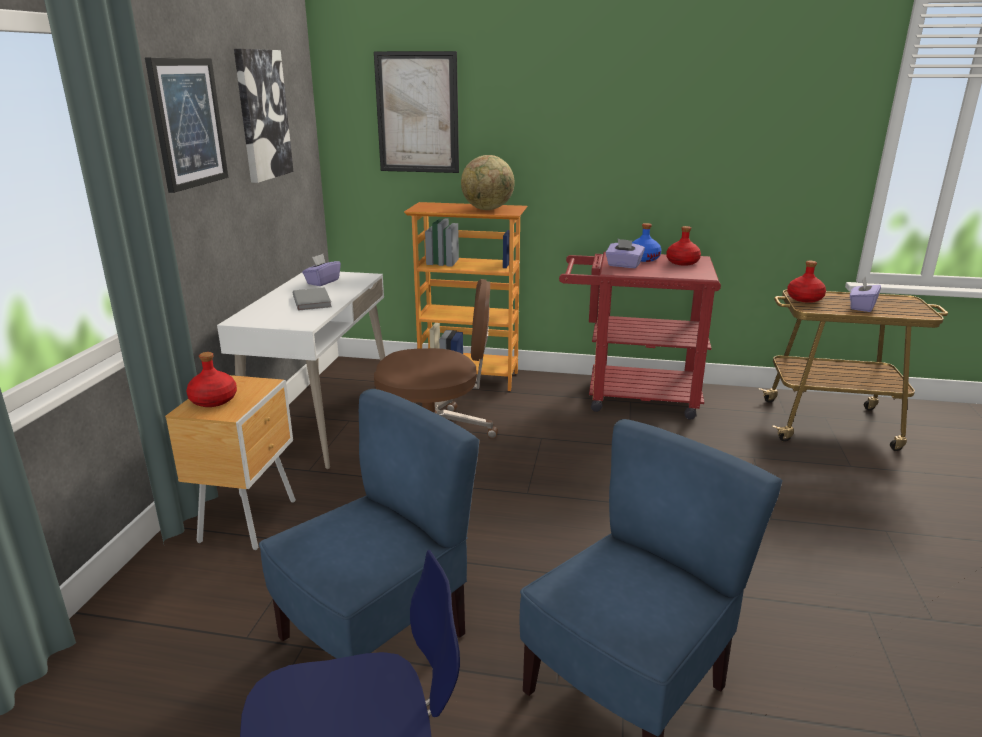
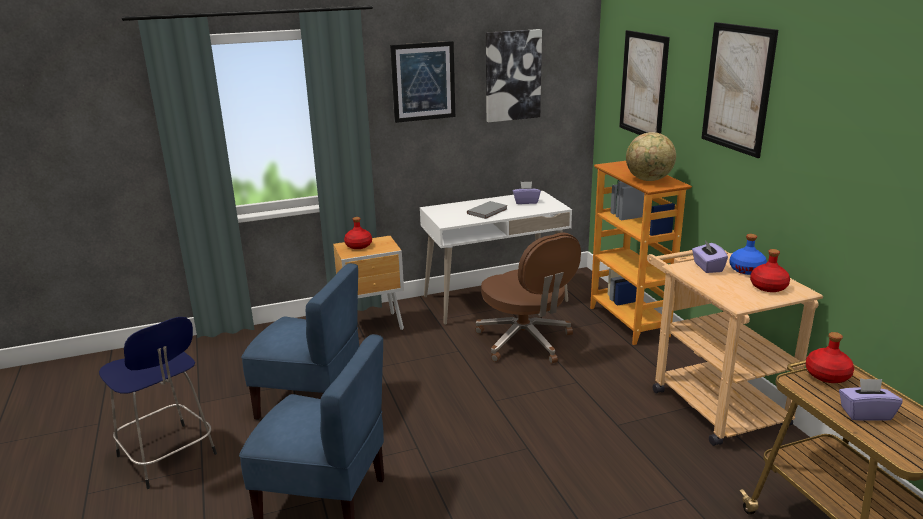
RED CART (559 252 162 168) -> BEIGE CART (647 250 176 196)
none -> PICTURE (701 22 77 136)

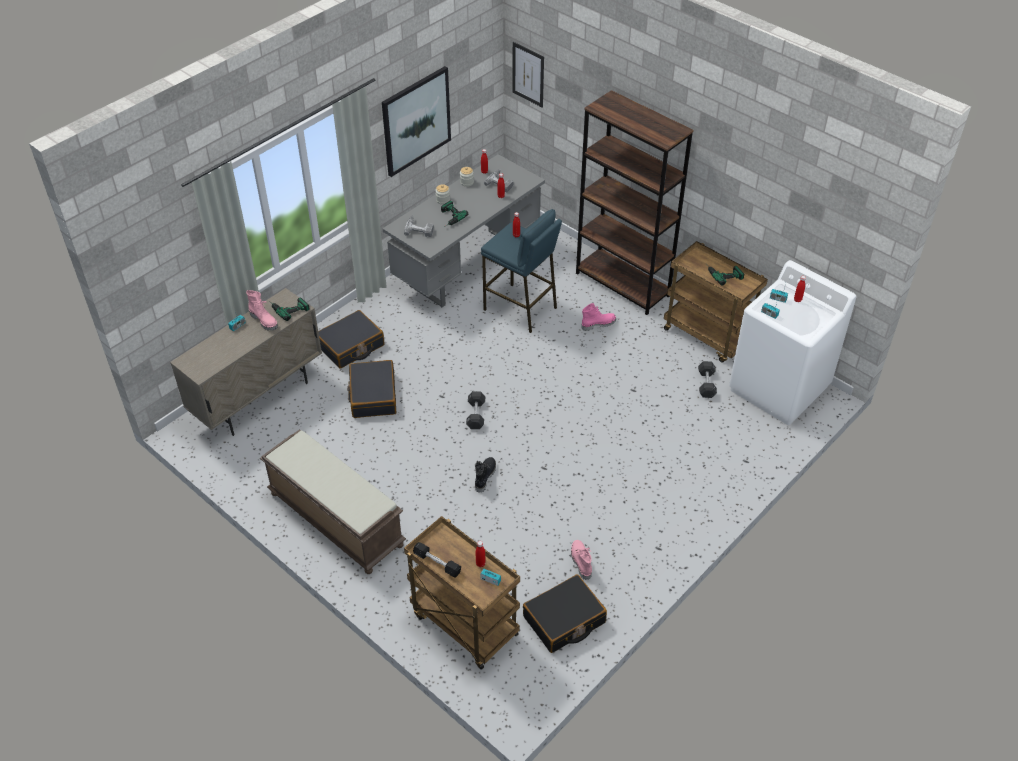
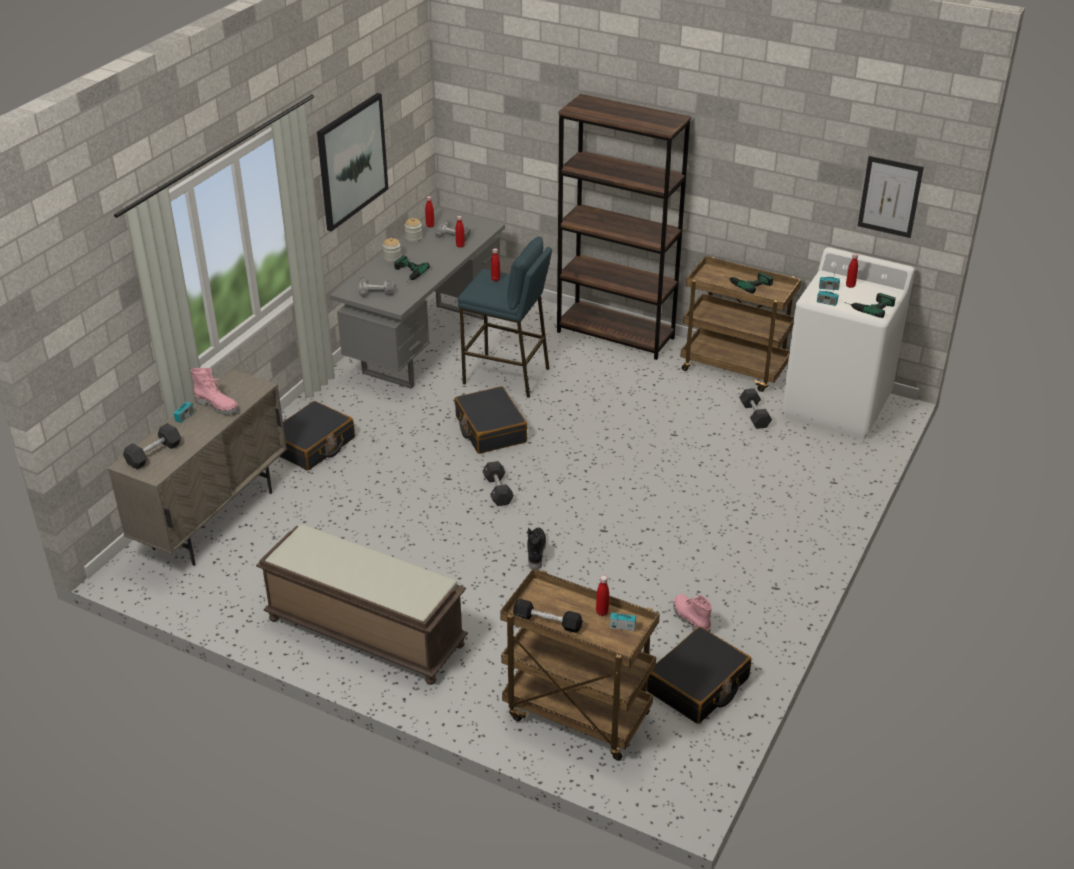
POWER DRILL (269 298 41 23) -> POWER DRILL (844 293 52 25), relocated
BLACK SUITCASE (347 360 49 58) -> BLACK SUITCASE (454 386 74 68), relocated
PICTURE (513 42 31 65) -> PICTURE (858 156 66 82), relocated
PINK BOOT (581 303 35 28) -> none
none -> BLACK DUMBBELL (123 423 58 46)

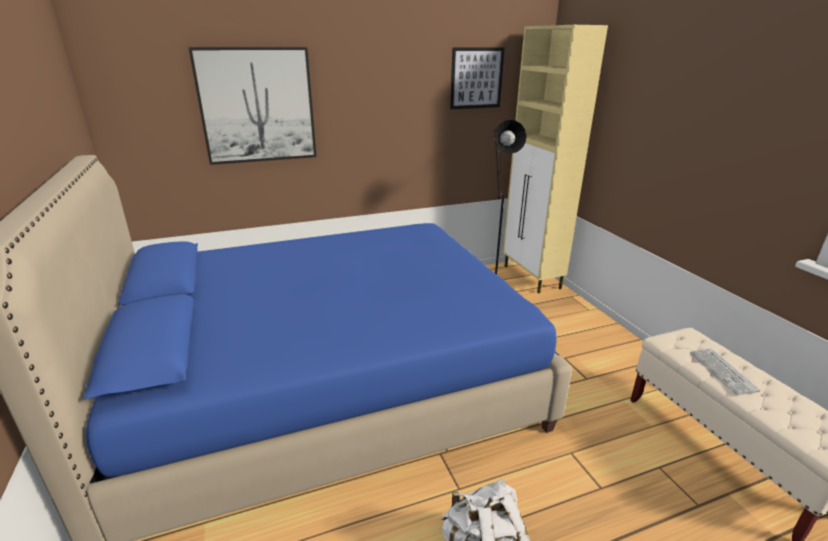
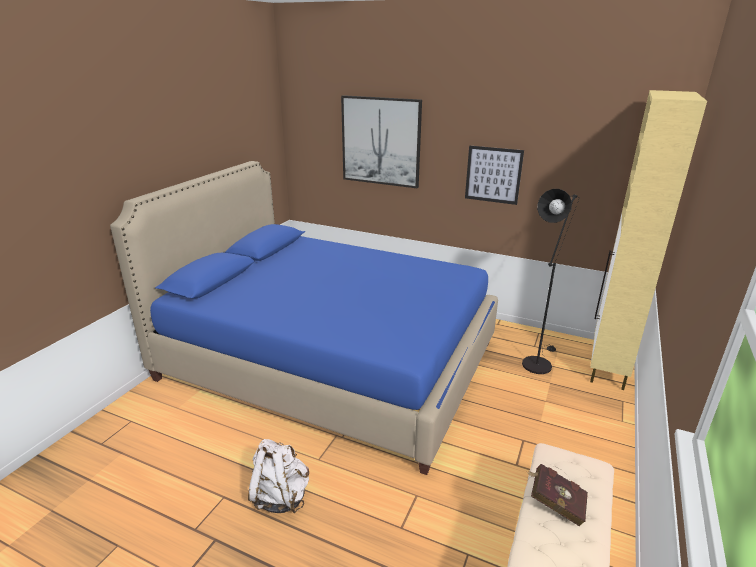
PICTURE (450 48 55 61) -> PICTURE (465 146 59 59), relocated
KEYBOARD (690 348 71 47) -> RED BOOK (526 464 62 63)

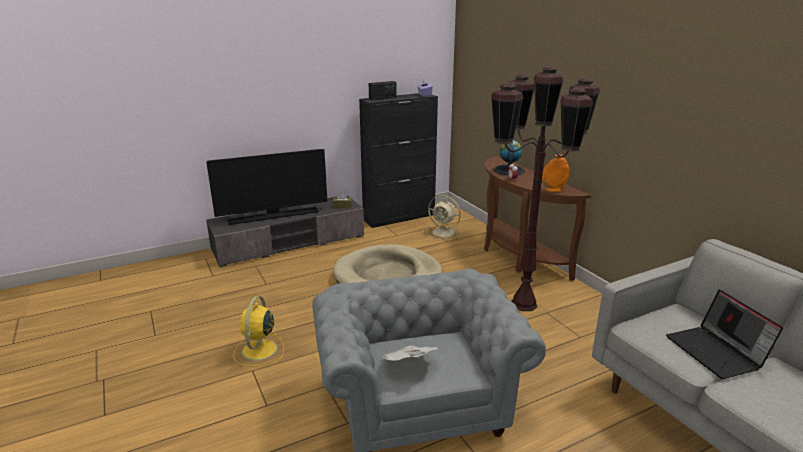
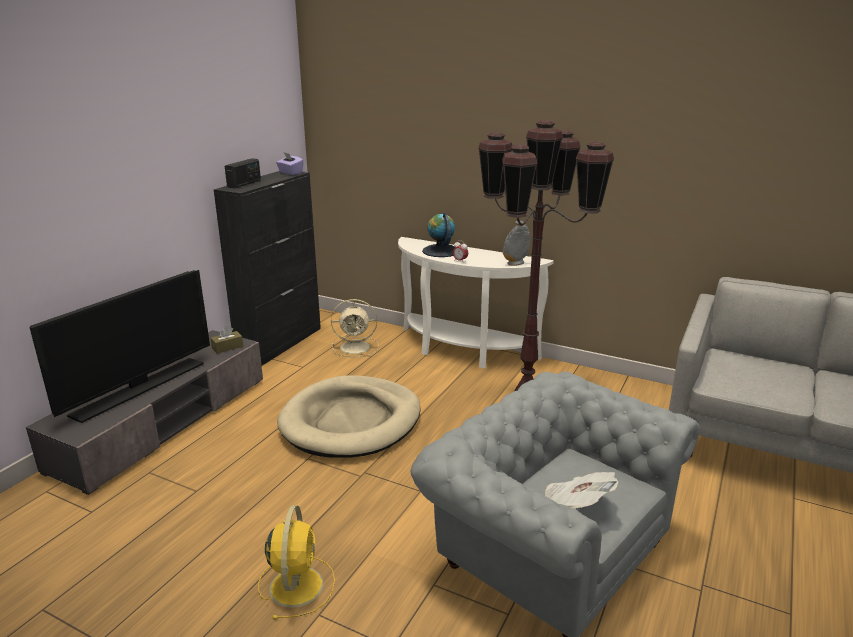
YELLOW FAN (233 296 51 70) -> YELLOW FAN (258 505 77 115), 150 degrees counterclockwise
BROWN CONSOLE TABLE (484 156 107 125) -> WHITE CONSOLE TABLE (398 237 156 132)
ORANGE VASE (542 154 27 38) -> GREY VASE (503 221 27 45)
LAPTOP (666 289 117 90) -> none

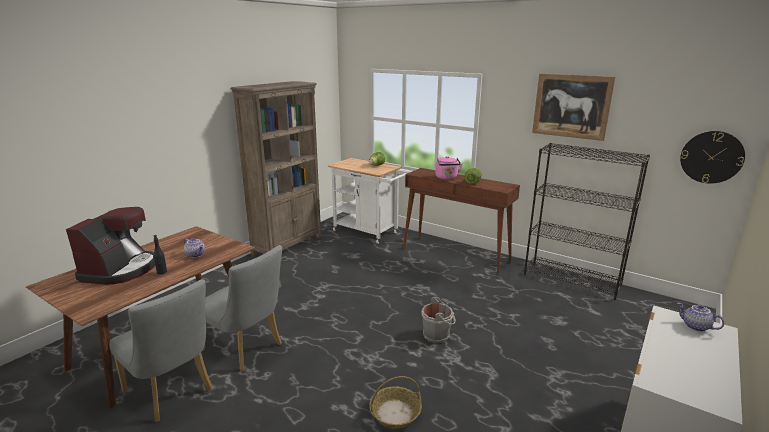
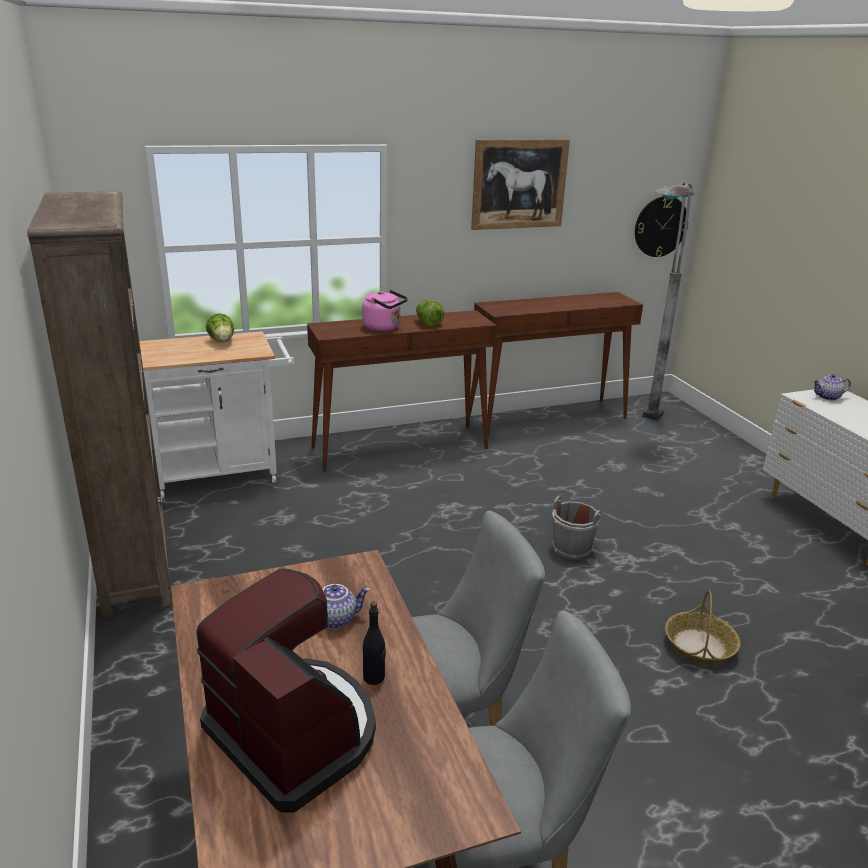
BLACK BOOKCASE (524 143 126 157) -> BROWN CONSOLE TABLE (470 292 173 145)
none -> GREY FLOOR LAMP (643 182 52 238)

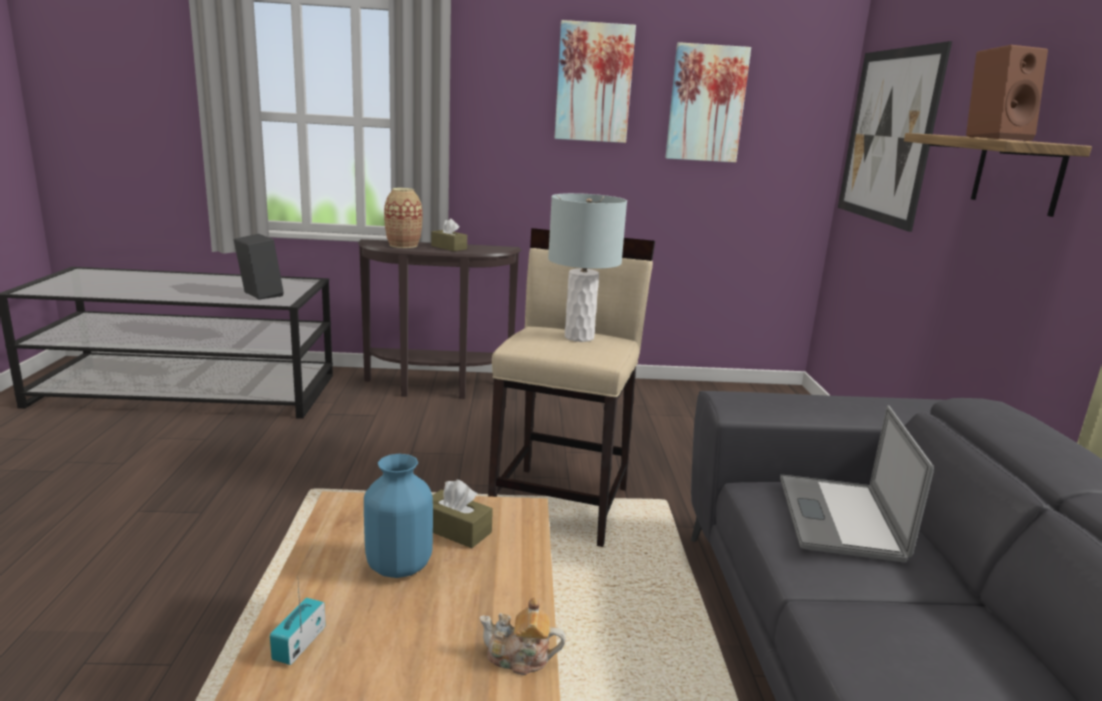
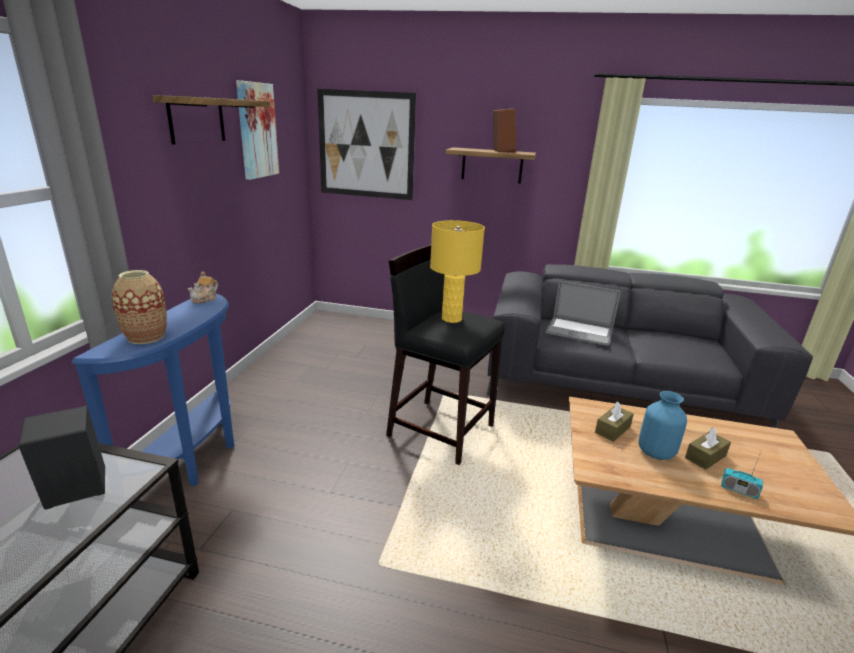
BROWN CONSOLE TABLE (358 239 163 160) -> BLUE CONSOLE TABLE (71 294 163 192)
BROWN TISSUE BOX (431 218 36 33) -> BROWN TISSUE BOX (685 427 46 43), relocated
TEAPOT (479 597 87 78) -> TEAPOT (188 271 30 32), relocated
BEIGE STOOL (488 228 167 319) -> BLACK STOOL (386 244 119 221)
GREY TABLE LAMP (548 193 79 149) -> YELLOW TABLE LAMP (430 220 55 103)
PICTURE (555 20 81 123) -> SHELF (152 95 118 50)

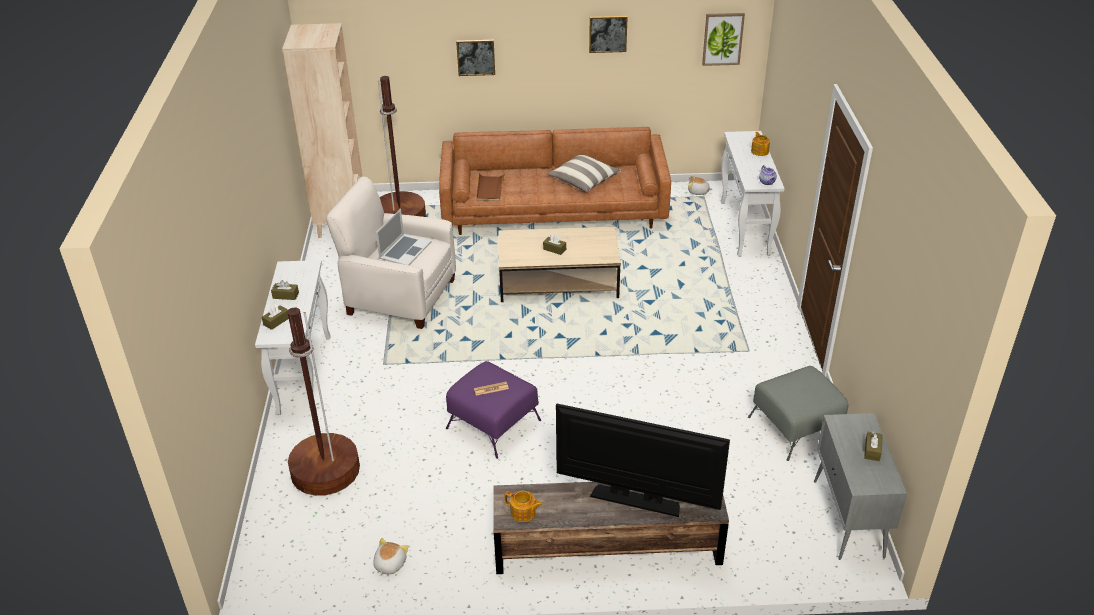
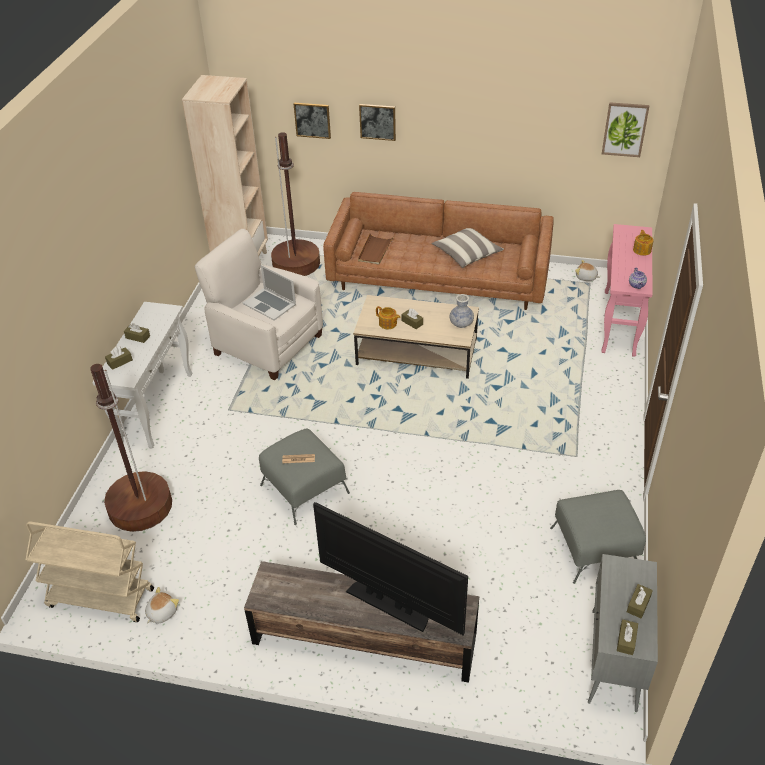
LAPTOP (376 209 56 56) -> LAPTOP (243 265 53 56), 90 degrees clockwise
PURPLE OTTOMAN (446 361 95 98) -> GREY OTTOMAN (259 429 91 96)
TEAPOT (504 491 38 31) -> TEAPOT (376 306 25 23), relocated
PICTURE (589 16 39 37) -> PICTURE (294 103 37 36), relocated
WHITE CONSOLE TABLE (721 131 64 126) -> PINK CONSOLE TABLE (601 224 52 133)
none -> BEIGE CART (26 521 128 101)
none -> VASE (450 294 24 34)
none -> BROWN TISSUE BOX (617 619 21 36)

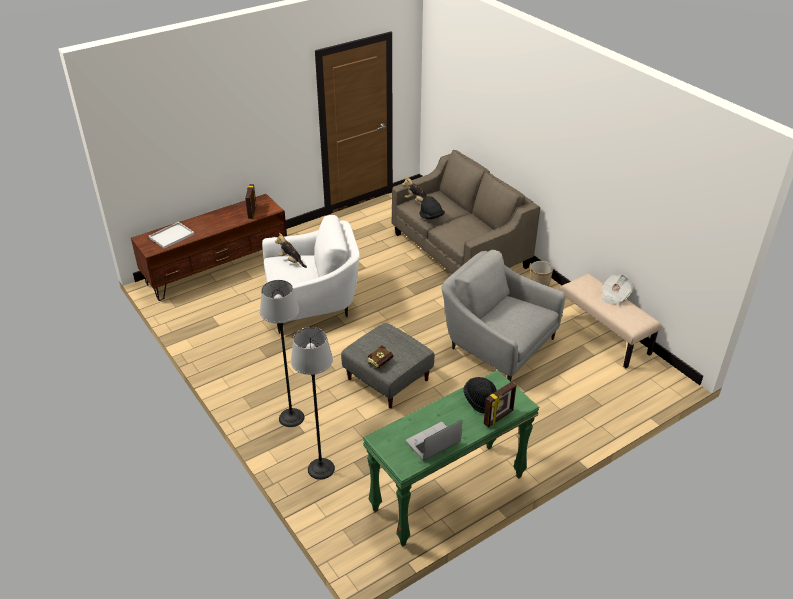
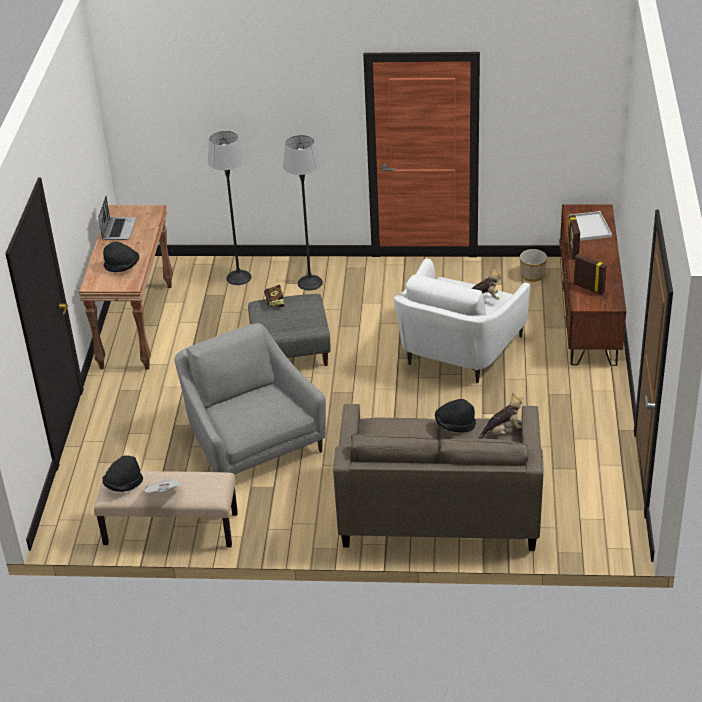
GREEN CONSOLE TABLE (363 370 176 176) -> BROWN CONSOLE TABLE (79 205 94 165)
GREY ARMCHAIR (441 250 125 132) -> GREY ARMCHAIR (175 323 151 152), 105 degrees counterclockwise
PICTURE FRAME (484 381 32 46) -> PICTURE FRAME (568 215 12 45), relocated
PLANTER (530 261 23 25) -> PLANTER (520 249 27 33), relocated
none -> BLACK HAT (102 455 41 37)

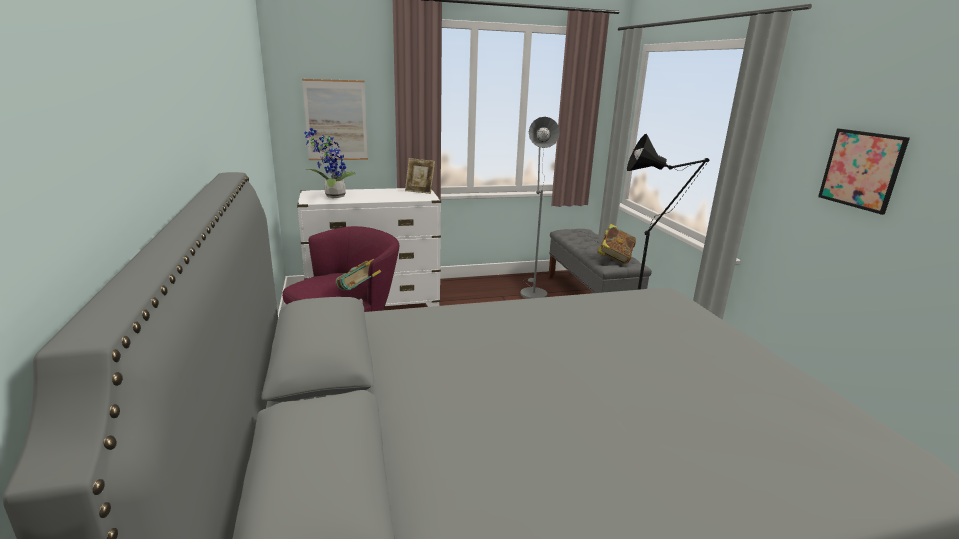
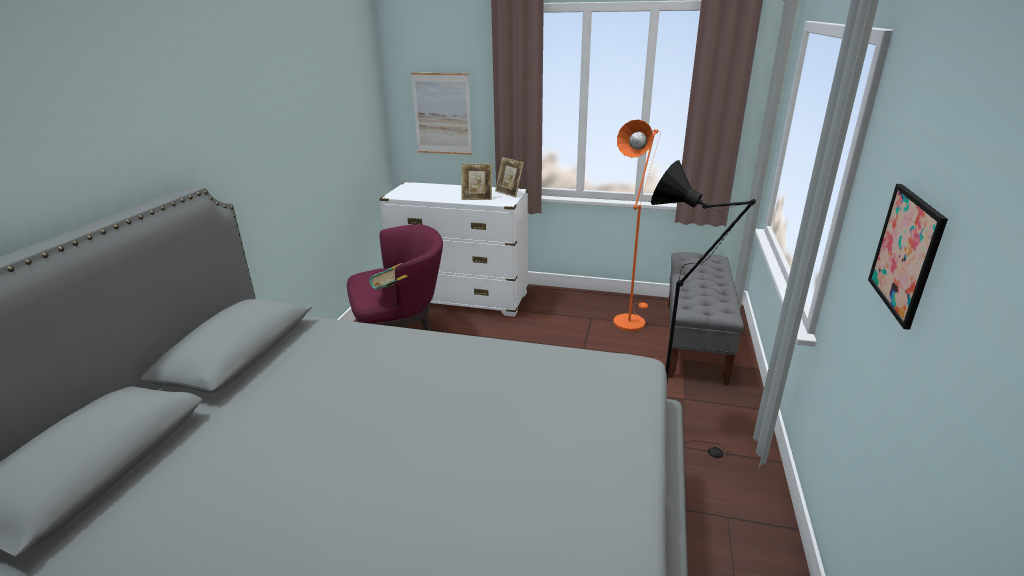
POTTED PLANT (304 128 52 70) -> none
GREY FLOOR LAMP (520 117 40 182) -> ORANGE FLOOR LAMP (613 119 48 212)
BOOK (597 224 39 40) -> none
none -> PICTURE FRAME (461 163 31 37)

